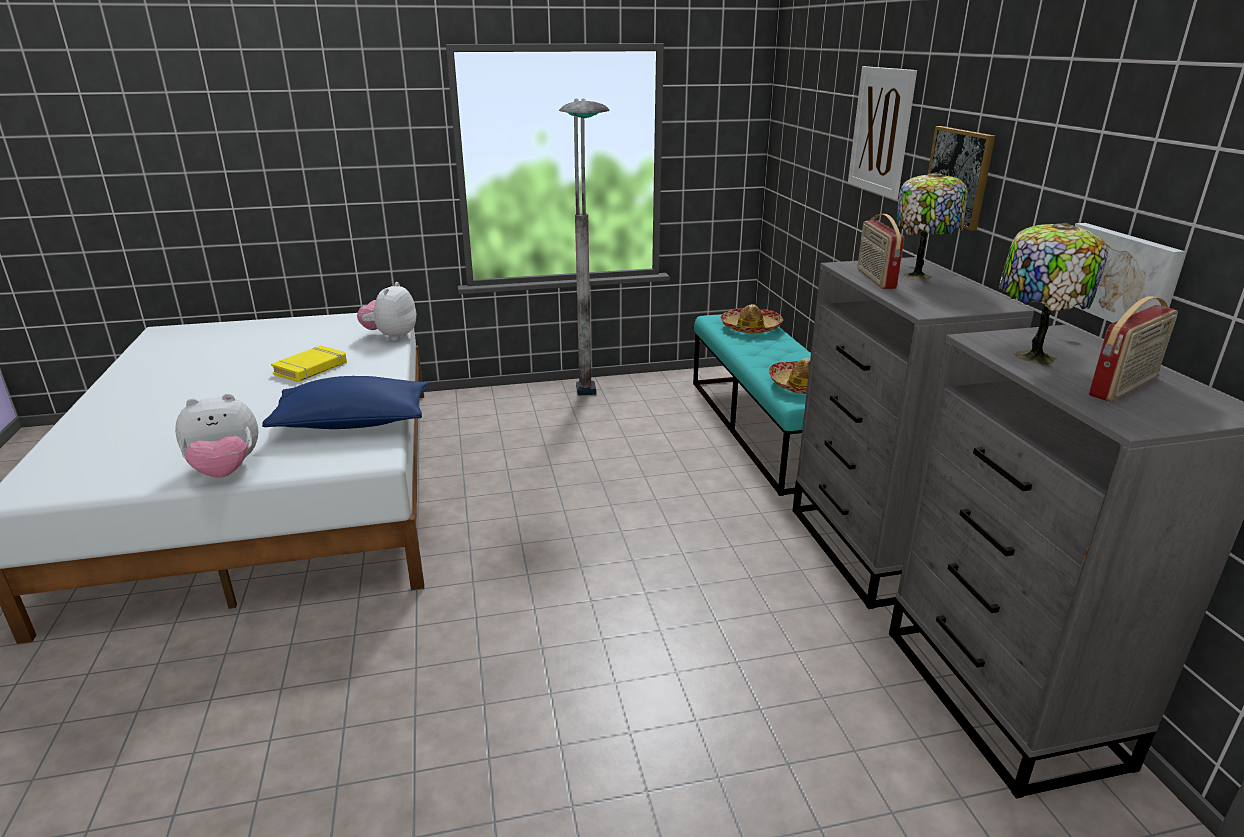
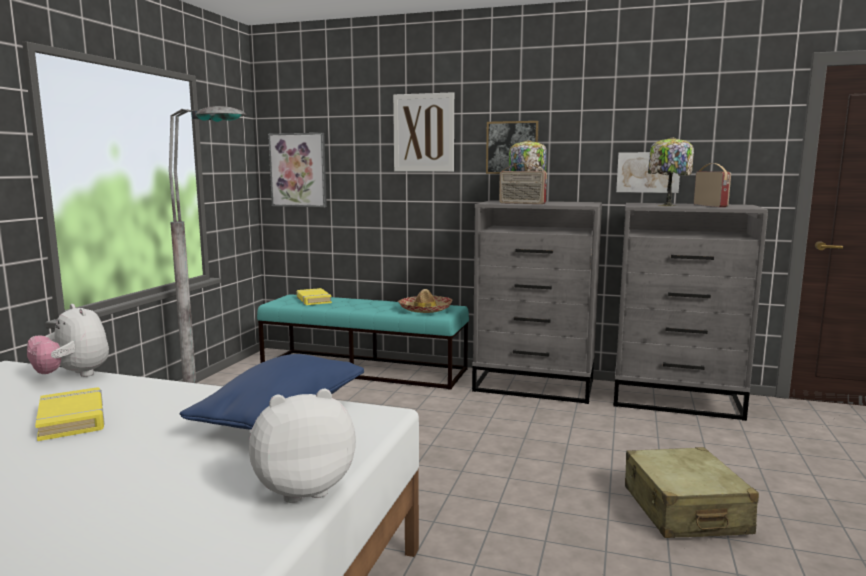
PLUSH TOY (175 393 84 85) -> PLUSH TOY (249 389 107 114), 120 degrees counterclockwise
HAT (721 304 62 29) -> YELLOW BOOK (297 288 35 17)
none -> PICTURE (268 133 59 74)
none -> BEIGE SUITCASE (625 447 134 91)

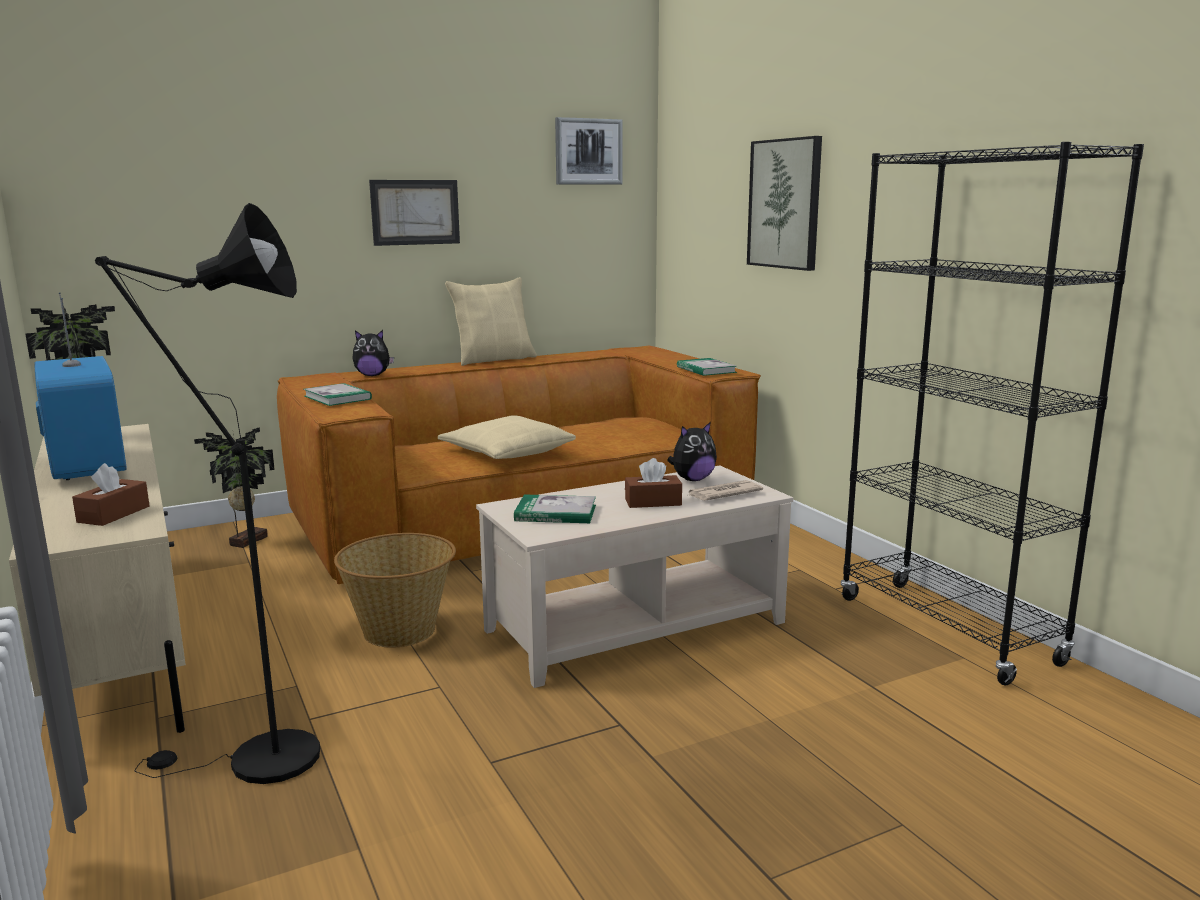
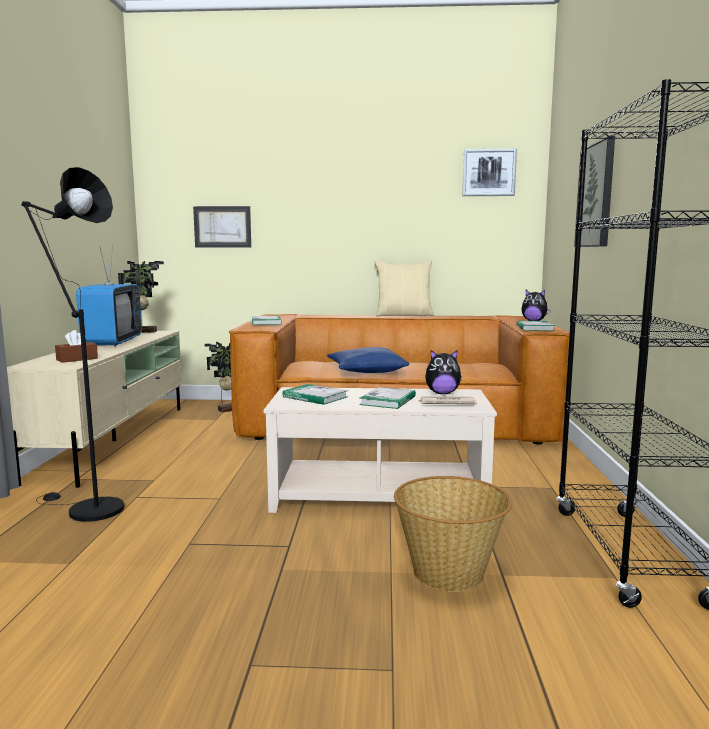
BASKET (334 533 122 115) -> BASKET (394 476 119 116), relocated
PLUSH TOY (352 330 42 46) -> PLUSH TOY (521 290 30 31), relocated
PICTURE (369 180 91 66) -> PICTURE (193 206 58 42), relocated
BEIGE PILLOW (438 415 138 44) -> BLUE PILLOW (327 347 82 26)
BROWN TISSUE BOX (625 458 57 50) -> BOOK (359 387 57 22)

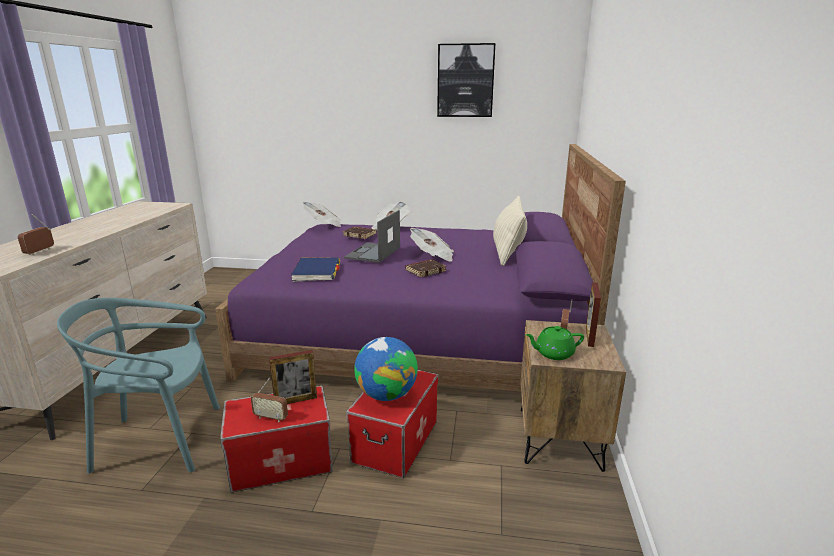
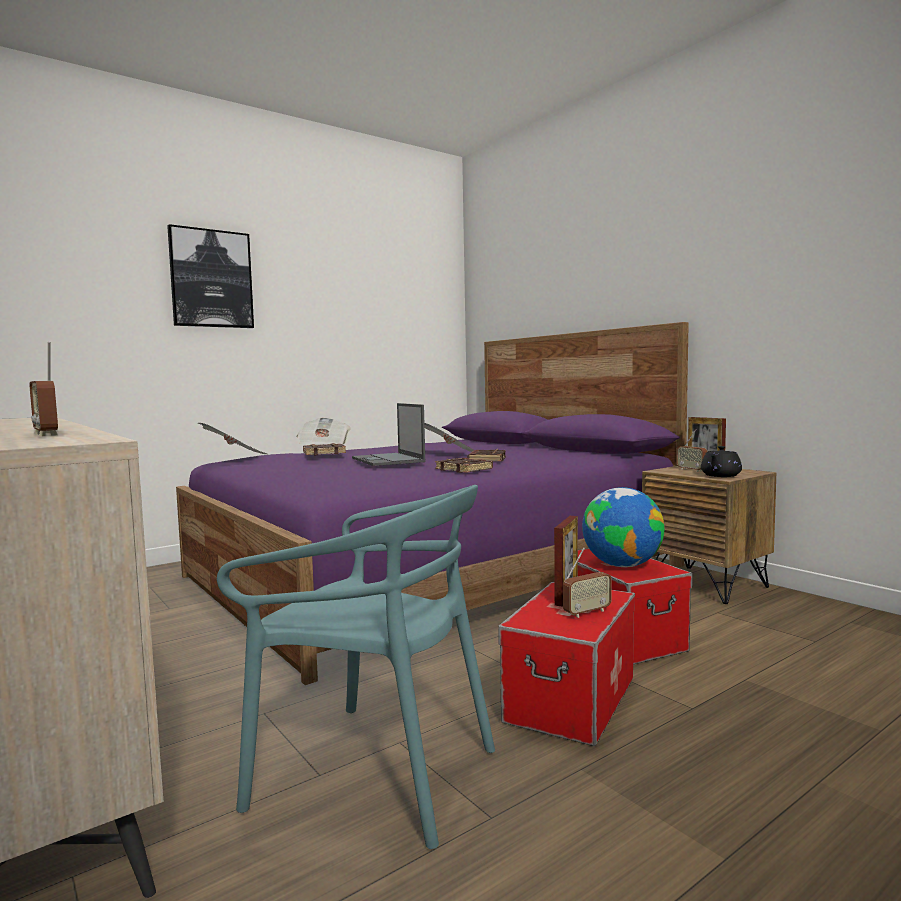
TURQUOISE CHAIR (57 298 163 176) -> TURQUOISE CHAIR (217 485 278 364), 105 degrees counterclockwise
BLUE BOOK (291 257 49 25) -> none
PICTURE (437 43 58 74) -> PICTURE (167 224 87 104), relocated
BEIGE PILLOW (493 196 34 70) -> none
GREEN TEAPOT (525 326 59 34) -> BLACK TEAPOT (701 446 41 31)
none -> BROWN BOOK (435 458 58 15)

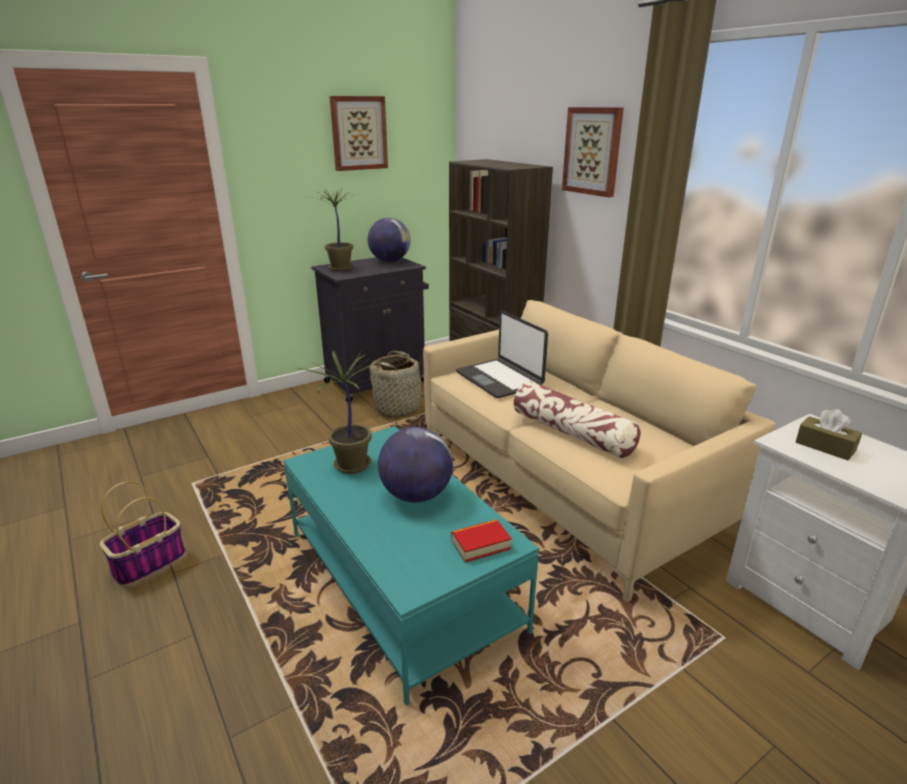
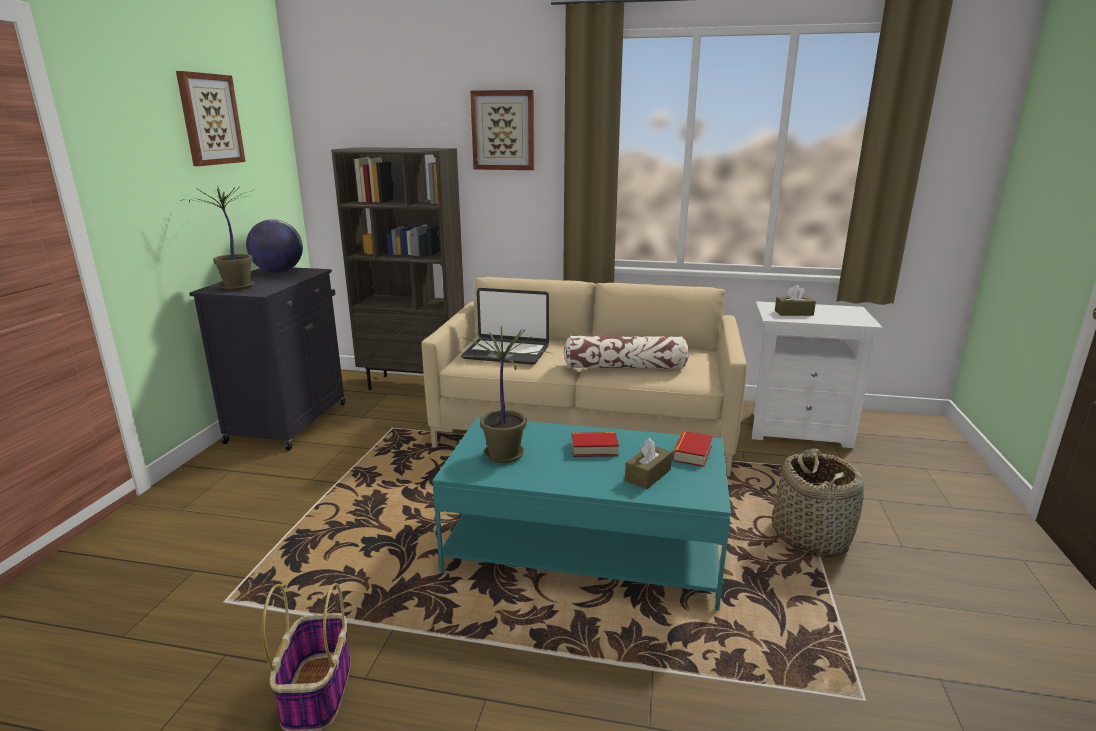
BASKET (369 351 54 67) -> BASKET (772 448 92 109), relocated
GLOBE (378 427 75 75) -> BOOK (572 432 47 25)
none -> BROWN TISSUE BOX (625 438 47 51)

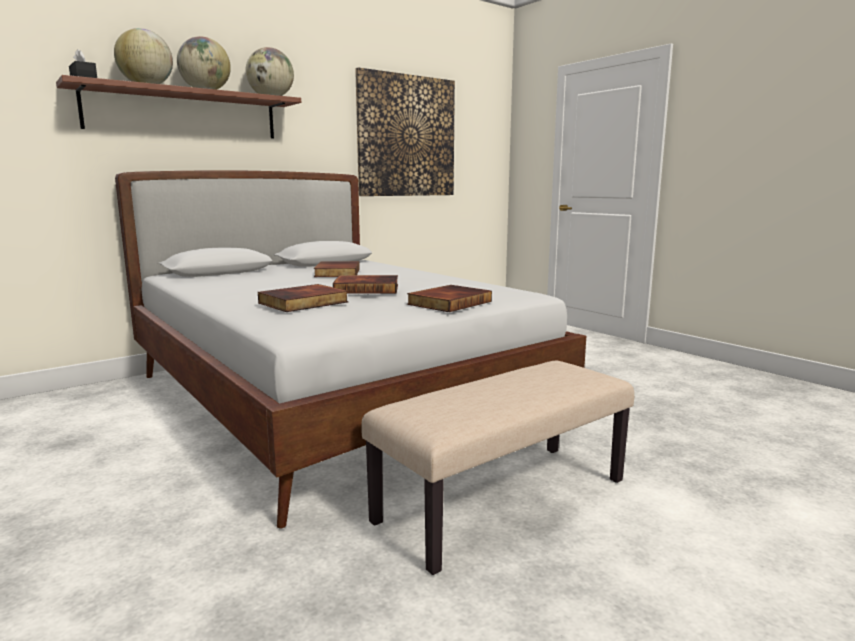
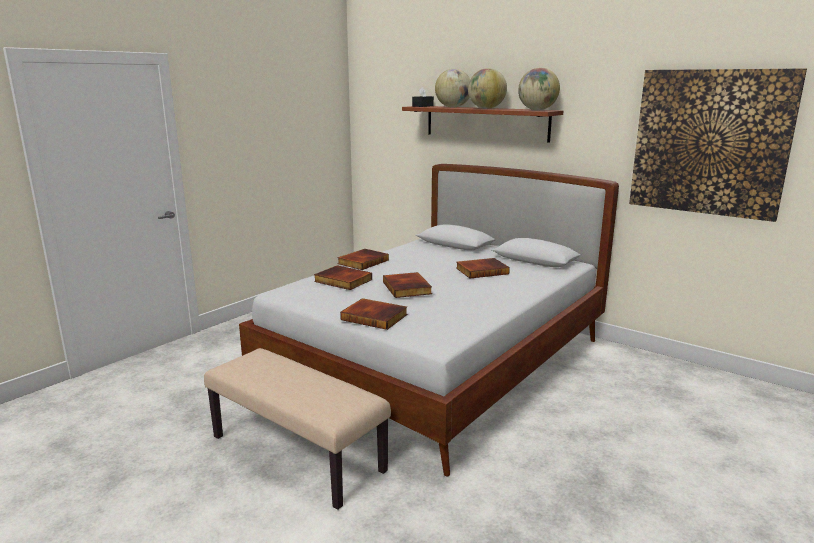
none -> BOOK (337 249 52 21)

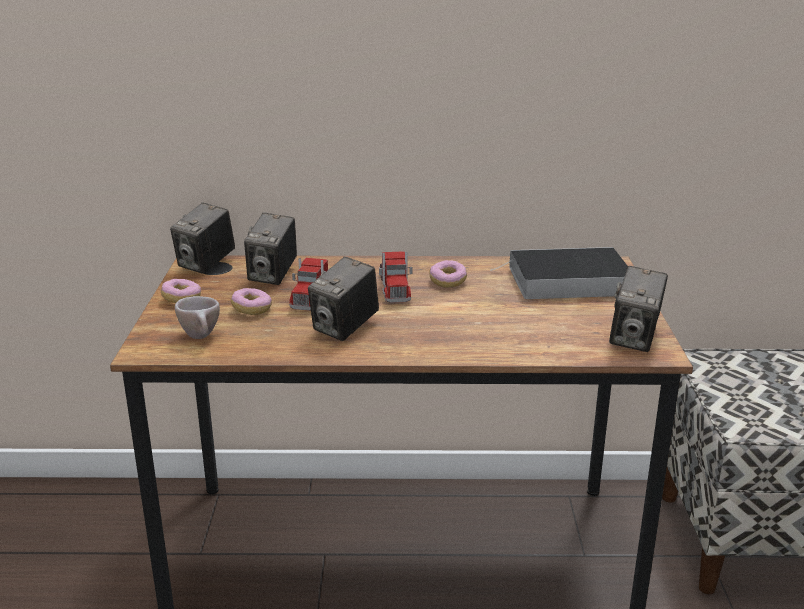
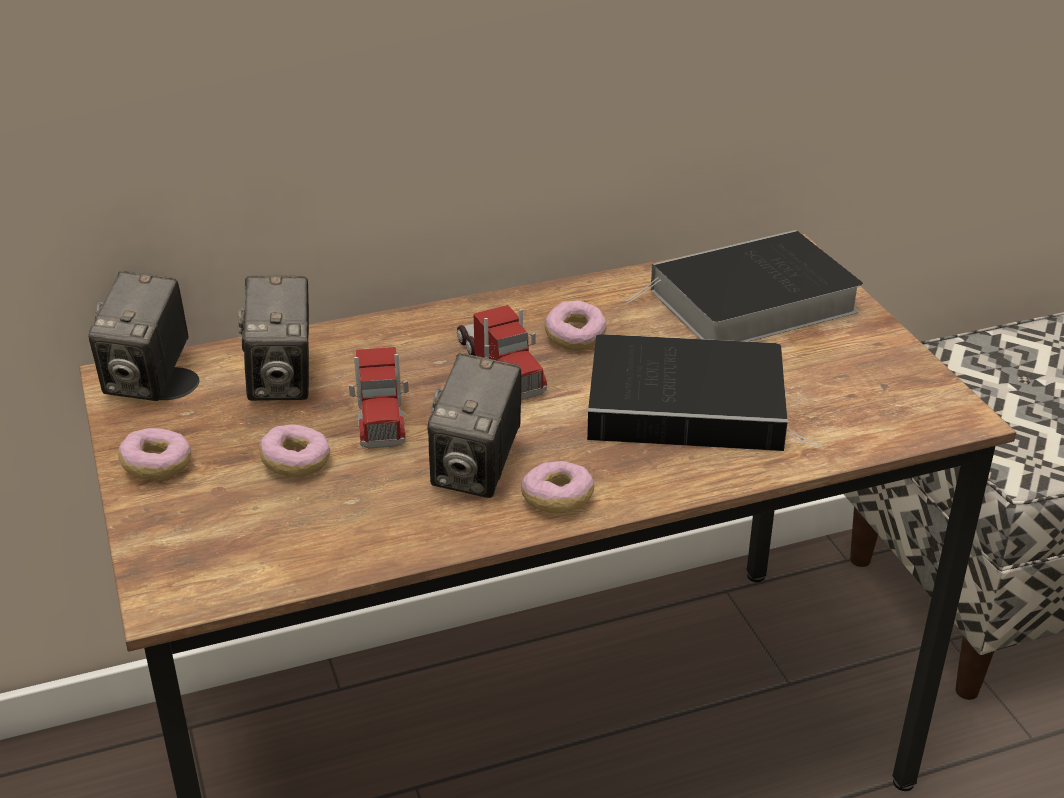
BEIGE CUP (175 296 45 43) -> none
PHOTO CAMERA (609 266 59 86) -> none
none -> DONUT (521 461 73 52)
none -> BOOK (587 334 236 117)

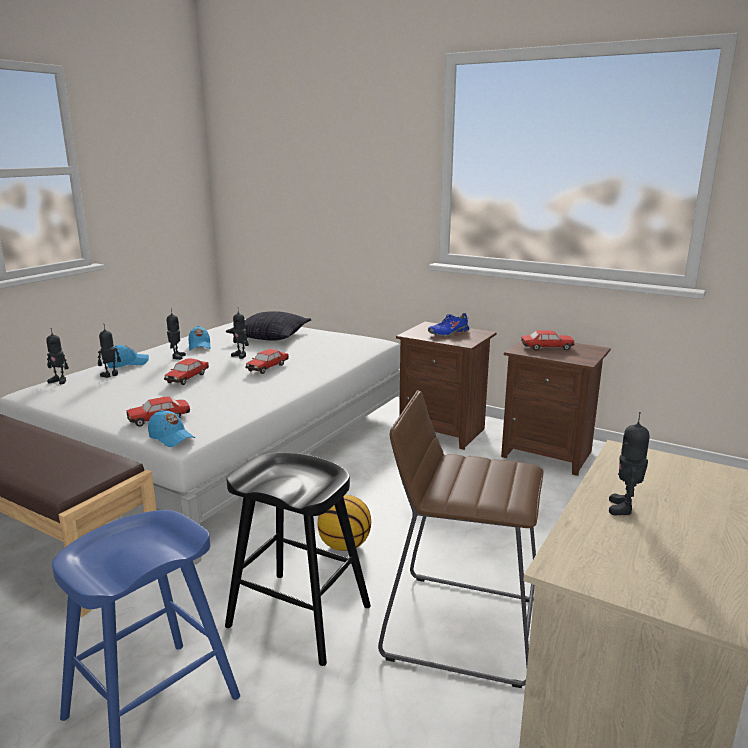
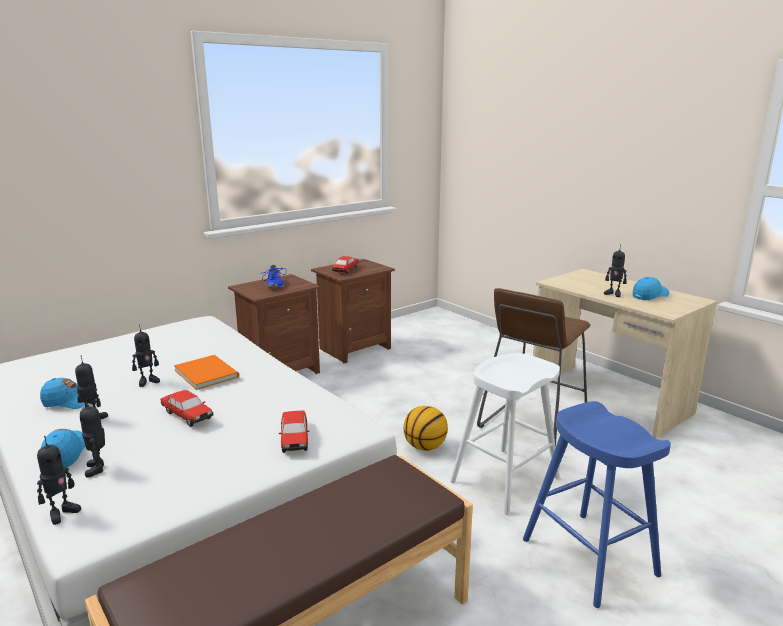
BLUE CAP (148 410 47 37) -> BLUE CAP (633 277 36 23), relocated
BLACK STOOL (225 453 146 213) -> WHITE STOOL (450 353 110 162)
PILLOW (226 311 85 30) -> none
TOY CAR (245 349 44 25) -> ORANGE BOOK (174 355 65 35)

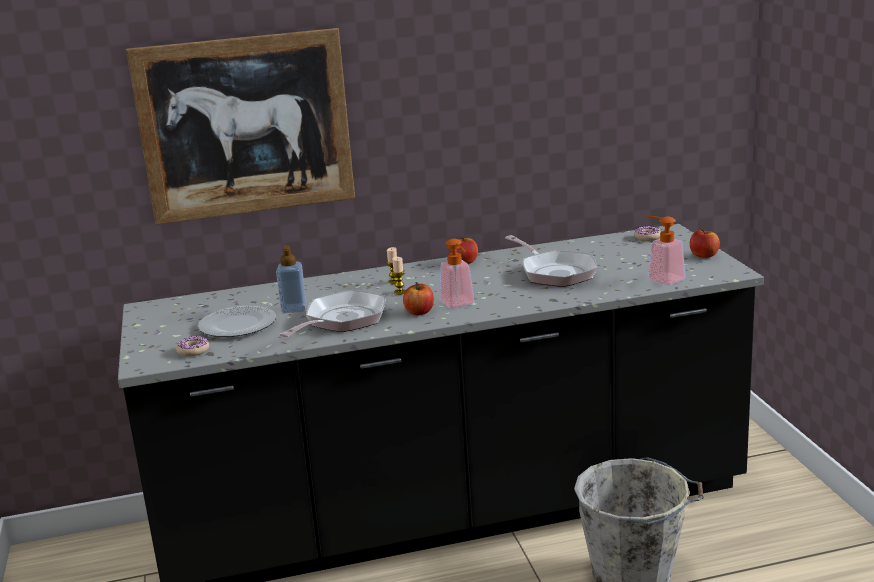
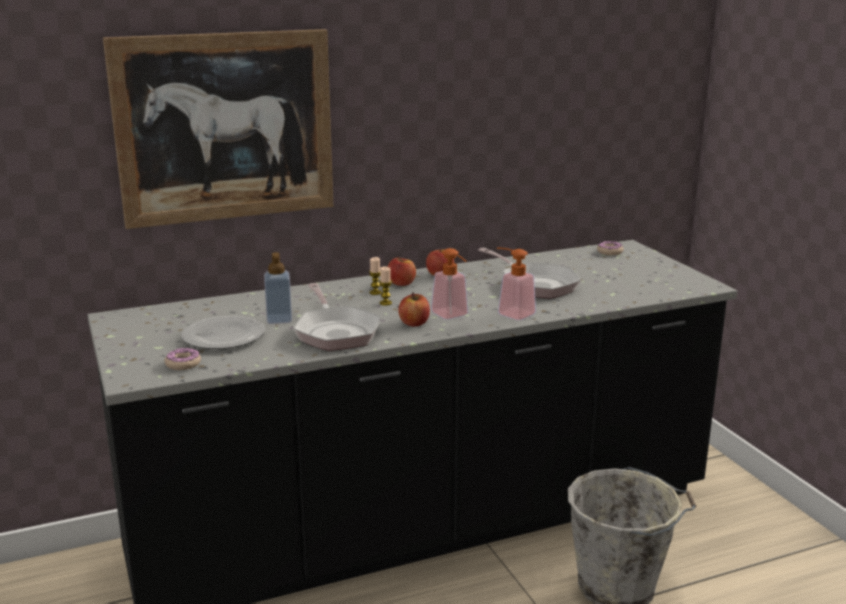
FRYING PAN (279 290 107 47) -> FRYING PAN (293 283 88 68), 135 degrees clockwise
SOAP DISPENSER (646 216 39 69) -> SOAP DISPENSER (497 248 39 72), relocated
APPLE (690 229 30 29) -> APPLE (388 257 28 29), relocated

